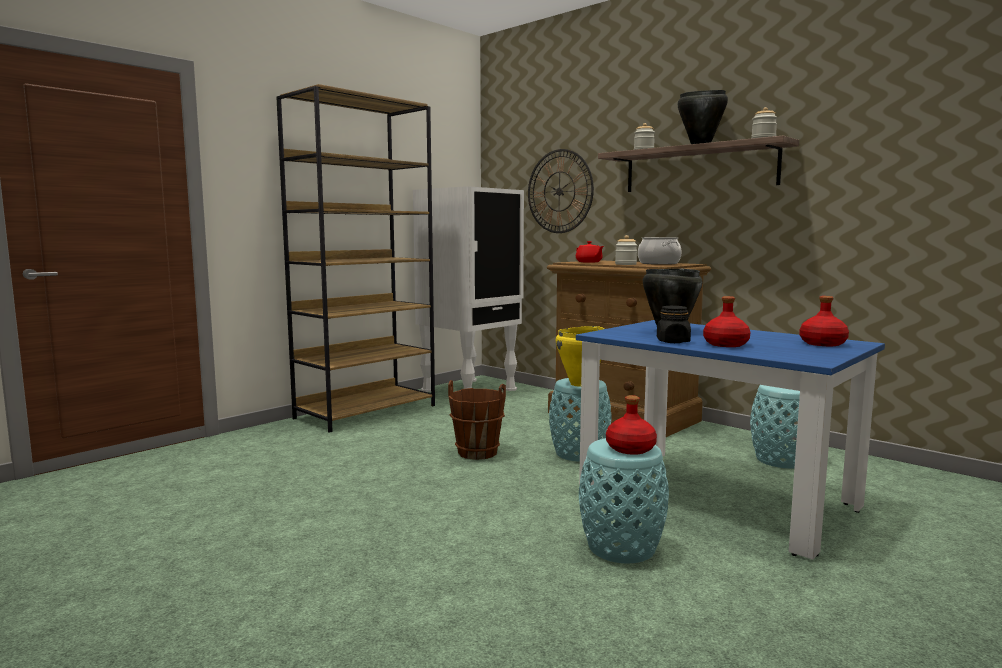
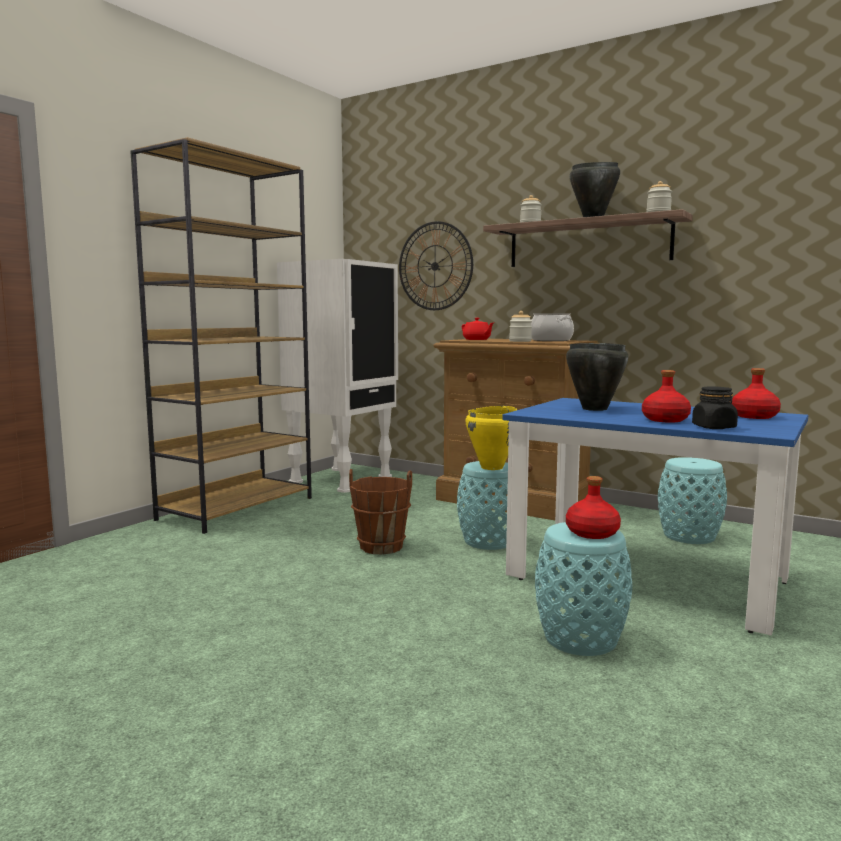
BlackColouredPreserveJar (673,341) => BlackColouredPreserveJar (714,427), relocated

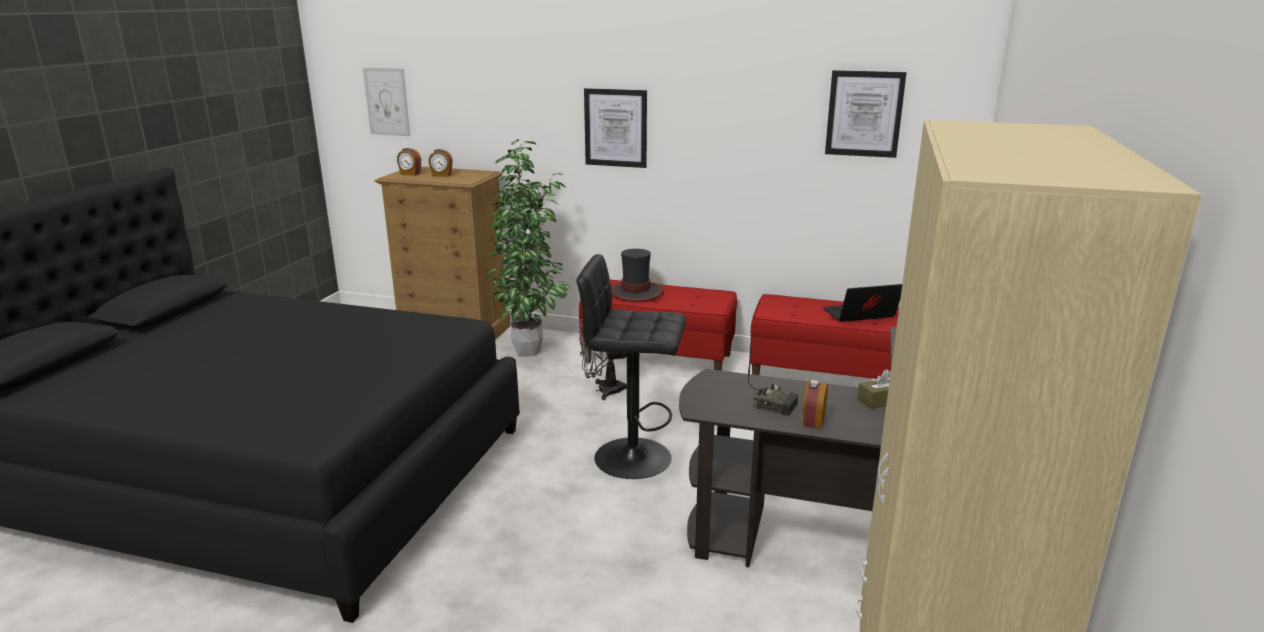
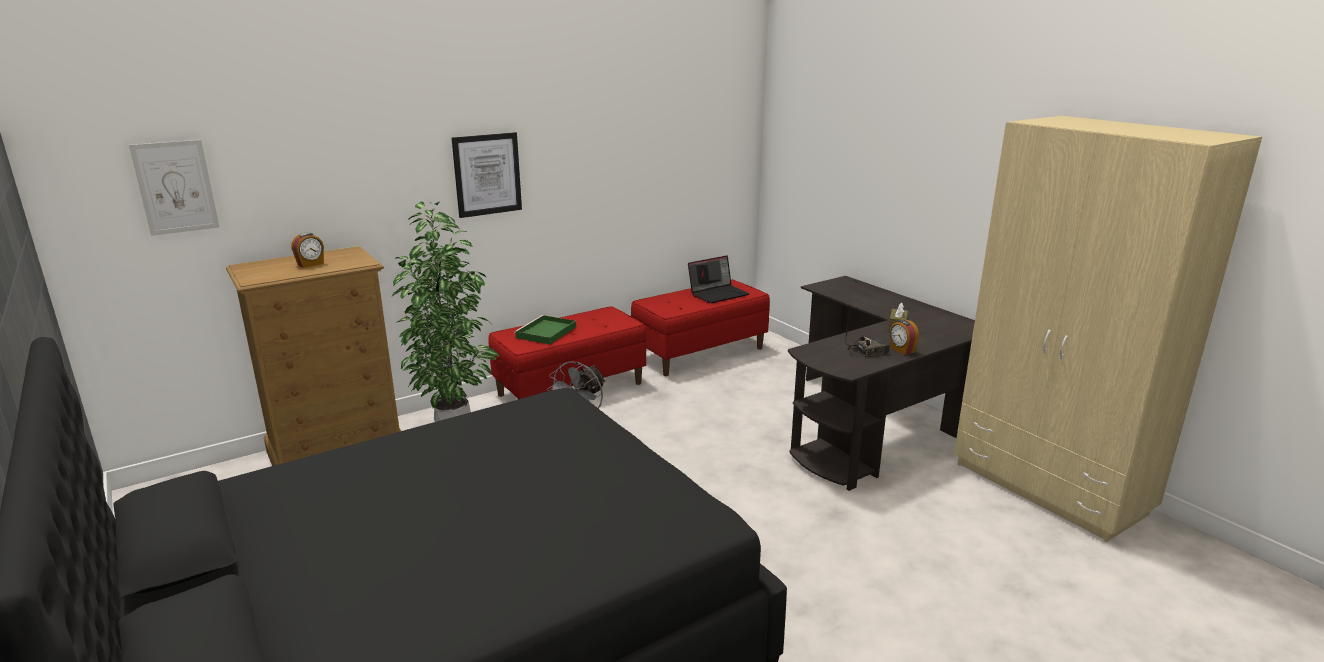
BedsideClock (410,174) => nothing
BlackColouredSittingStool (632,457) => nothing
WearableHat (636,292) => GreenColouredTray (545,332)
Laptop (859,315) => Laptop (718,293), 150 degrees counterclockwise
WallPicture (864,114) => nothing

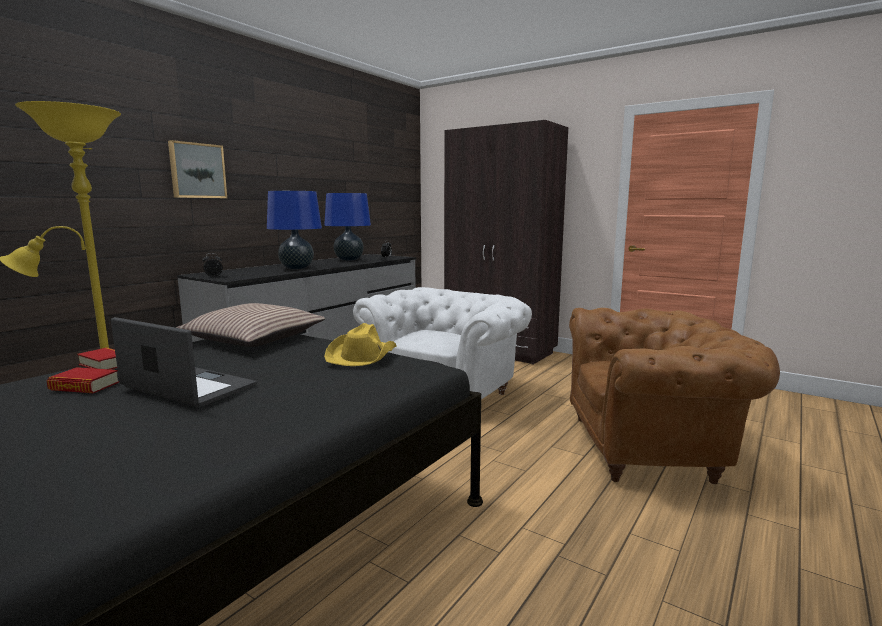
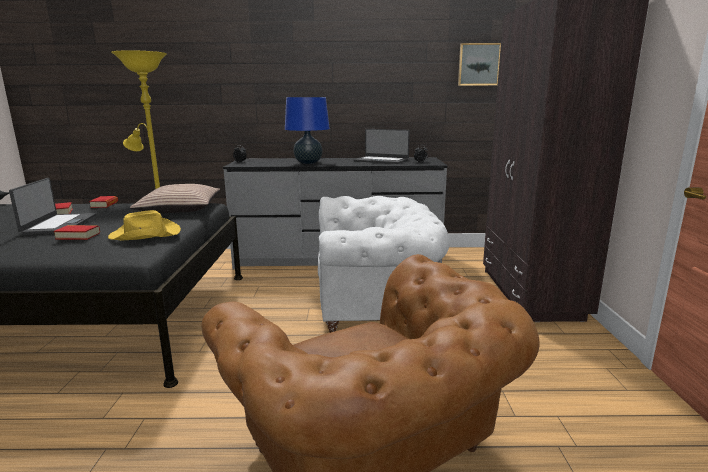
WallPicture (197,171) => WallPicture (478,64), relocated
BlueColouredLampForATable (349,260) => Laptop (381,160)
nothing => Volume (78,236)

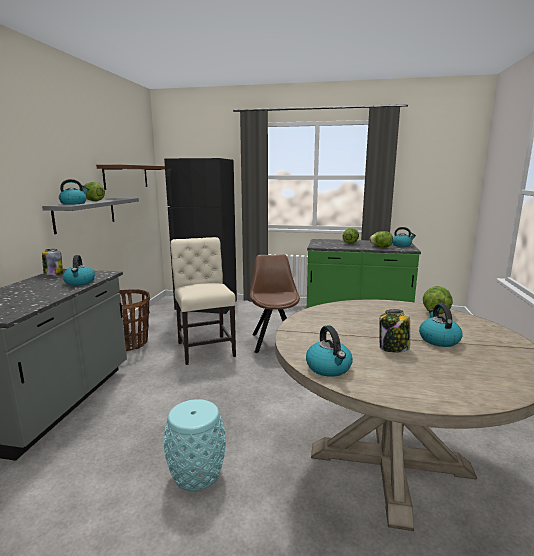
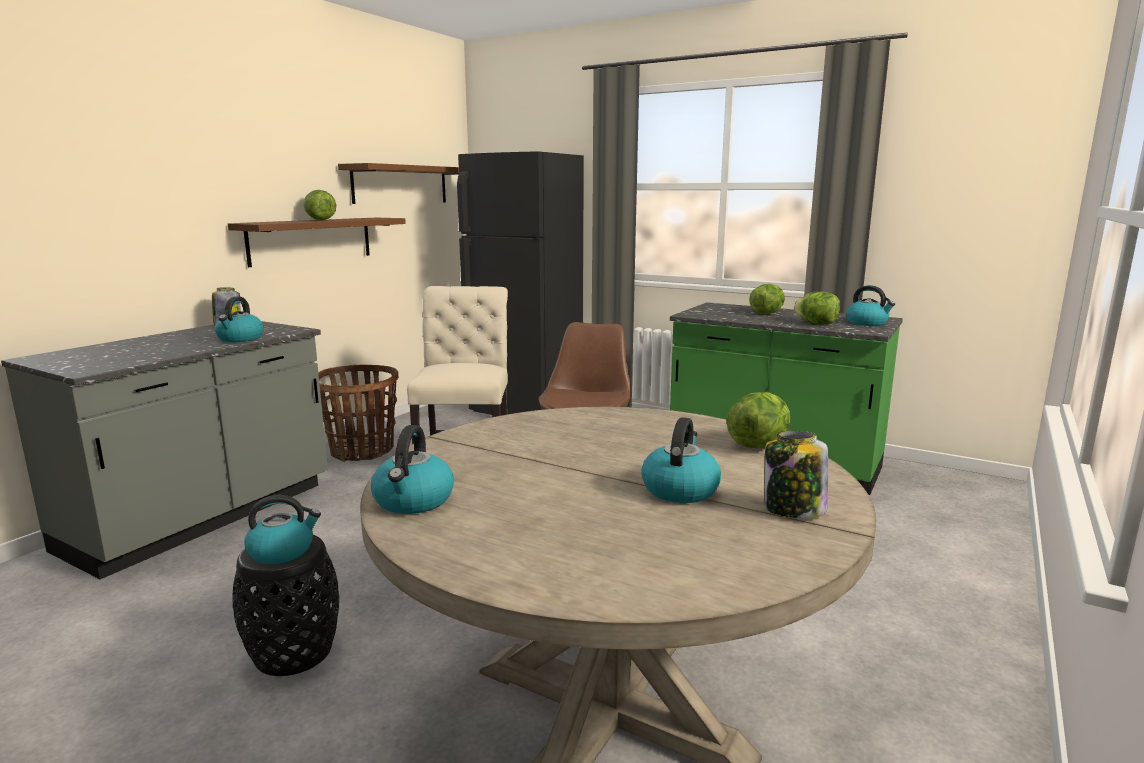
GreyWallShelf (85,214) => BrownishWallShelf (311,240)
Kettle (74,203) => Kettle (282,551), relocated
BlueGreenSittingStool (197,474) => BlackColouredSittingStool (293,652)
PreserveJar (393,348) => PreserveJar (793,510), relocated

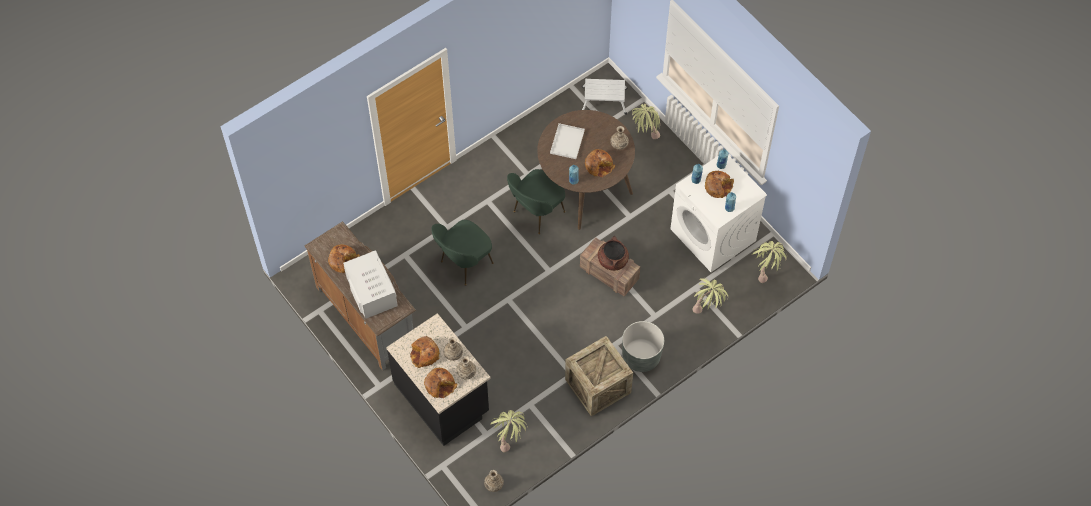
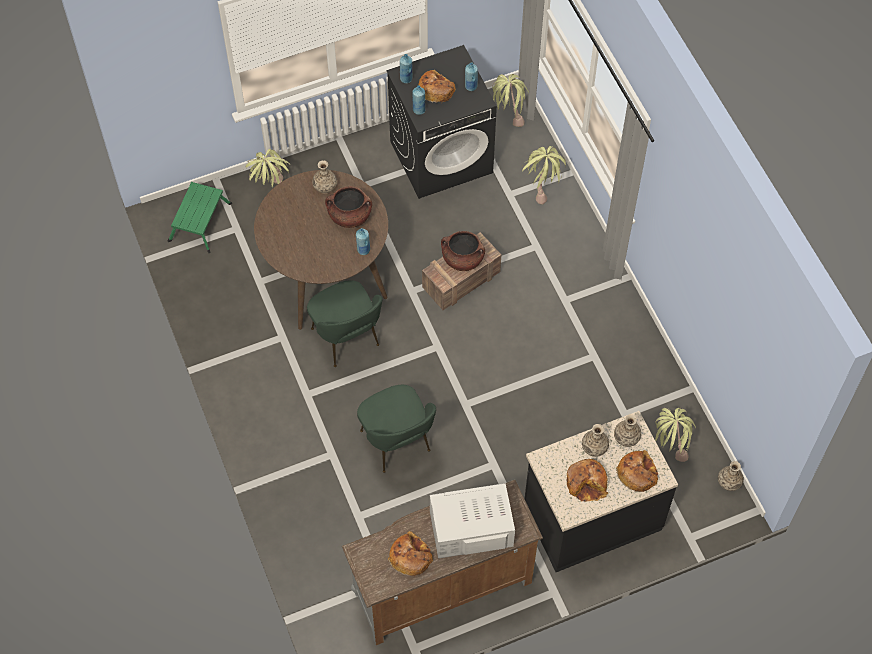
WhiteColouredTray (567,141) => nothing
Crate (598,386) => nothing
WhiteColouredStepStool (604,100) => GreenColouredStepStool (200,221)
BakeryBread (599,165) => BrownishStockpot (350,216)
GreyFlowerPot (641,356) => nothing
WhiteColouredLaundryMachine (713,235) => BlackColouredLaundryMachine (441,156)

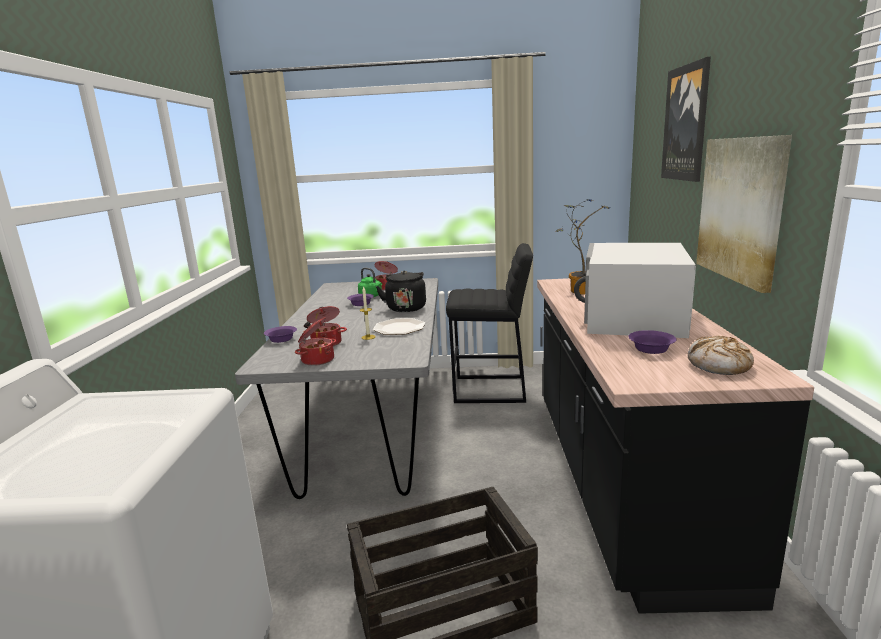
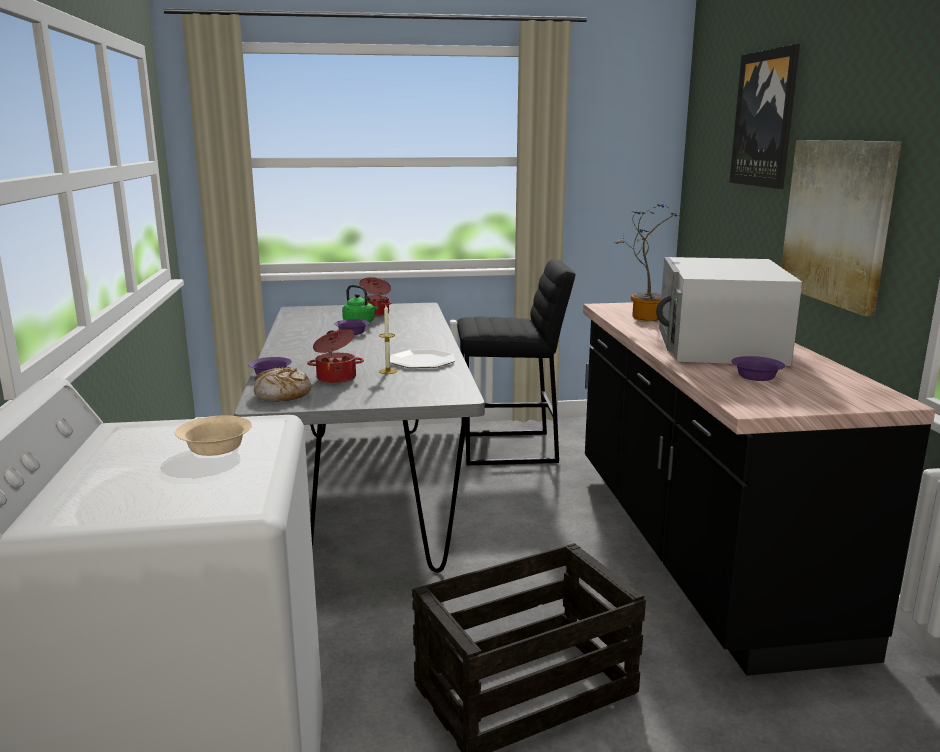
Stockpot (317,360) => nothing
BlackColouredKettle (406,308) => nothing
BakeryBread (719,365) => BakeryBread (282,394), relocated
nothing => BeigeColouredServingBowl (217,447)

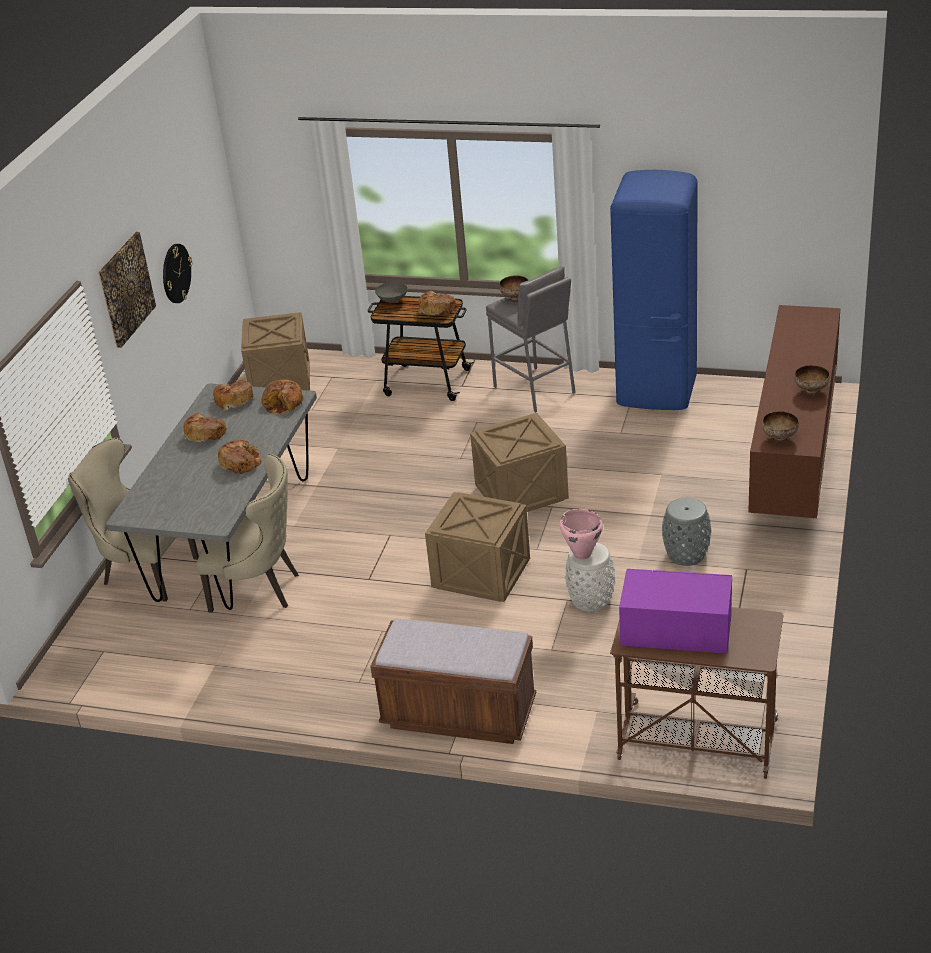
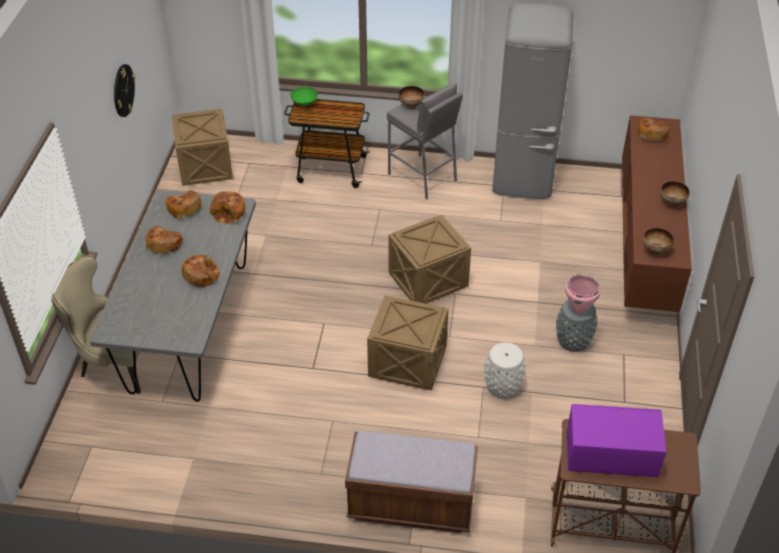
WallPicture (125,289) => nothing
BeigeColouredChair (259,589) => nothing
GreyServingBowl (392,300) => GreenColouredServingBowl (304,103)
BakeryBread (437,309) => BakeryBread (652,133), relocated
PinkStockpot (582,554) => PinkStockpot (578,309), relocated
BlueColouredKitchenFridge (656,392) => GreyKitchenFridge (523,180)

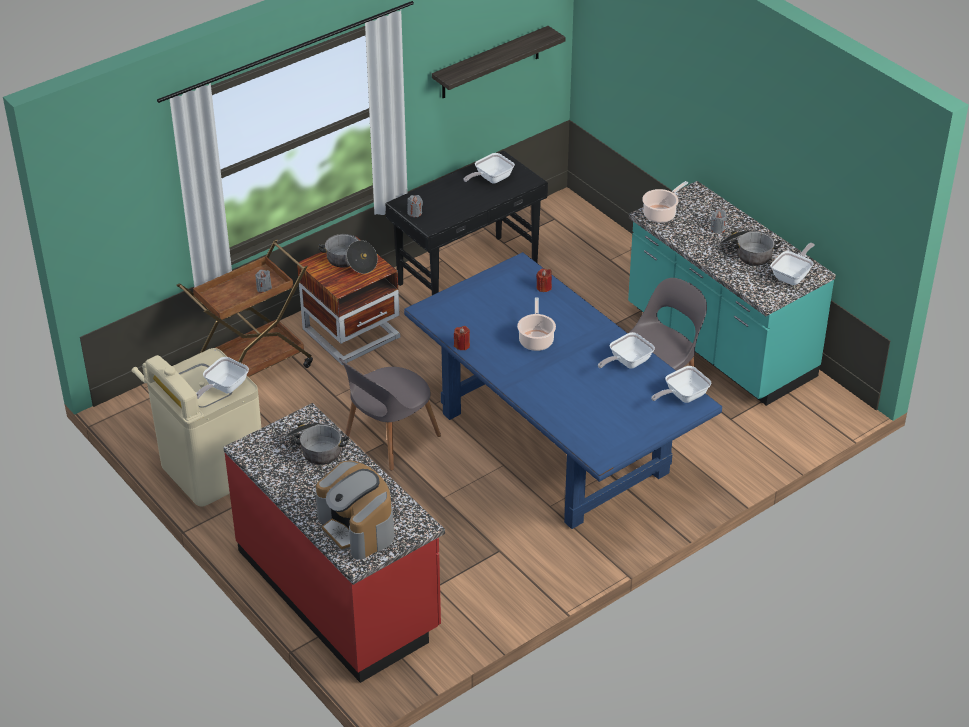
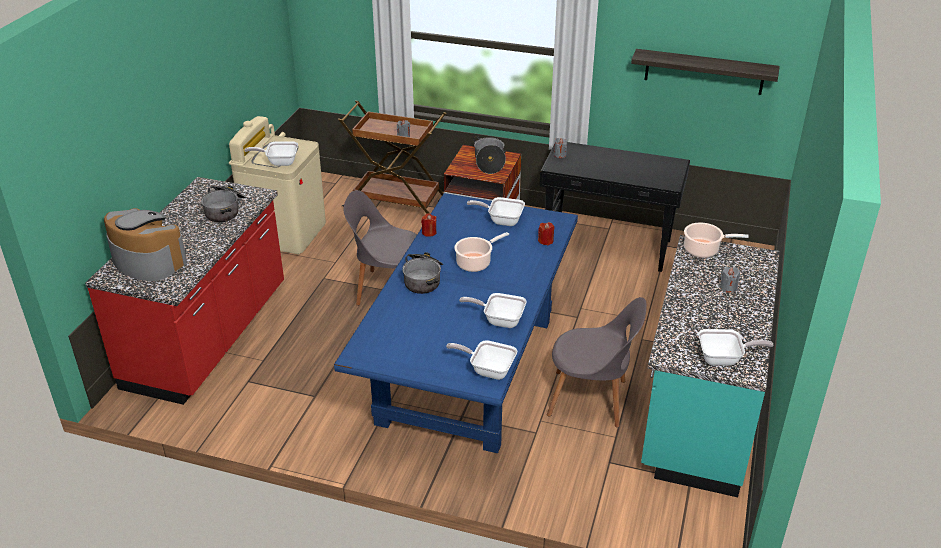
CoffeeMachine (357,528) => CoffeeMachine (147,261), 105 degrees clockwise
FryingPan (491,179) => FryingPan (502,220), relocated
Stockpot (747,253) => Stockpot (423,279), relocated

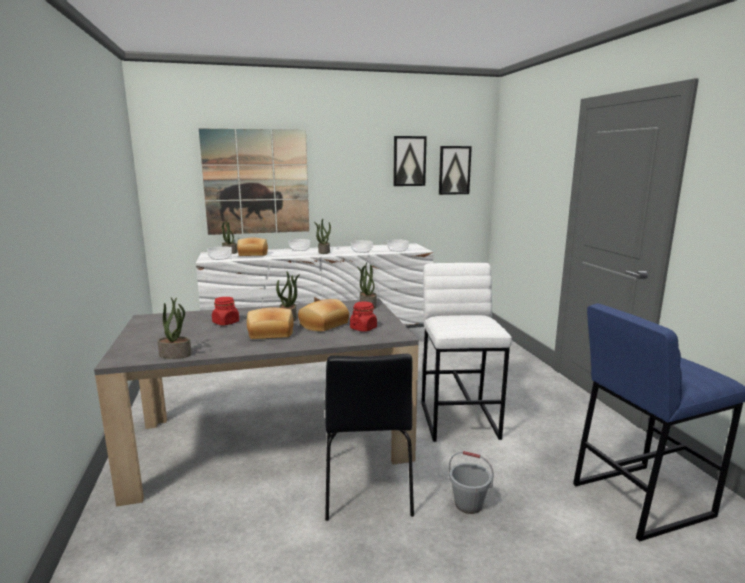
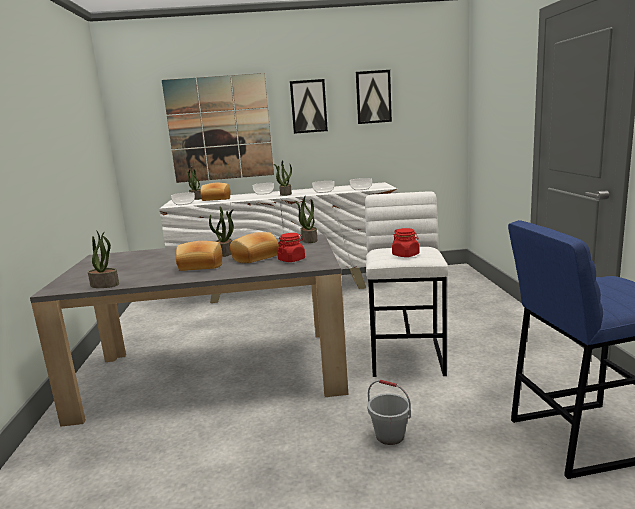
RedColouredPreserveJar (226,322) => RedColouredPreserveJar (406,255), relocated
BlackColouredChair (367,488) => nothing
WallPicture (454,170) => WallPicture (308,106), relocated

